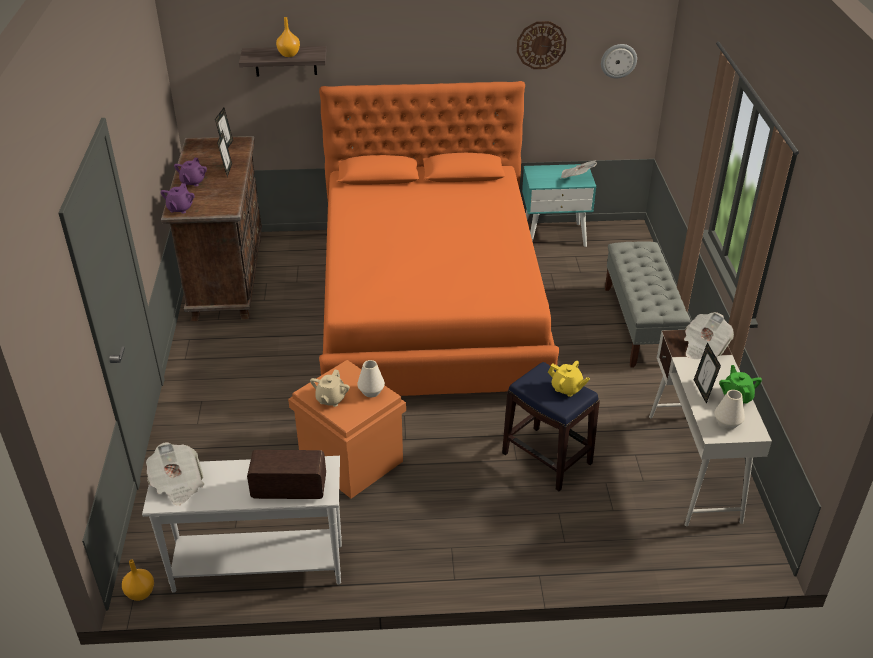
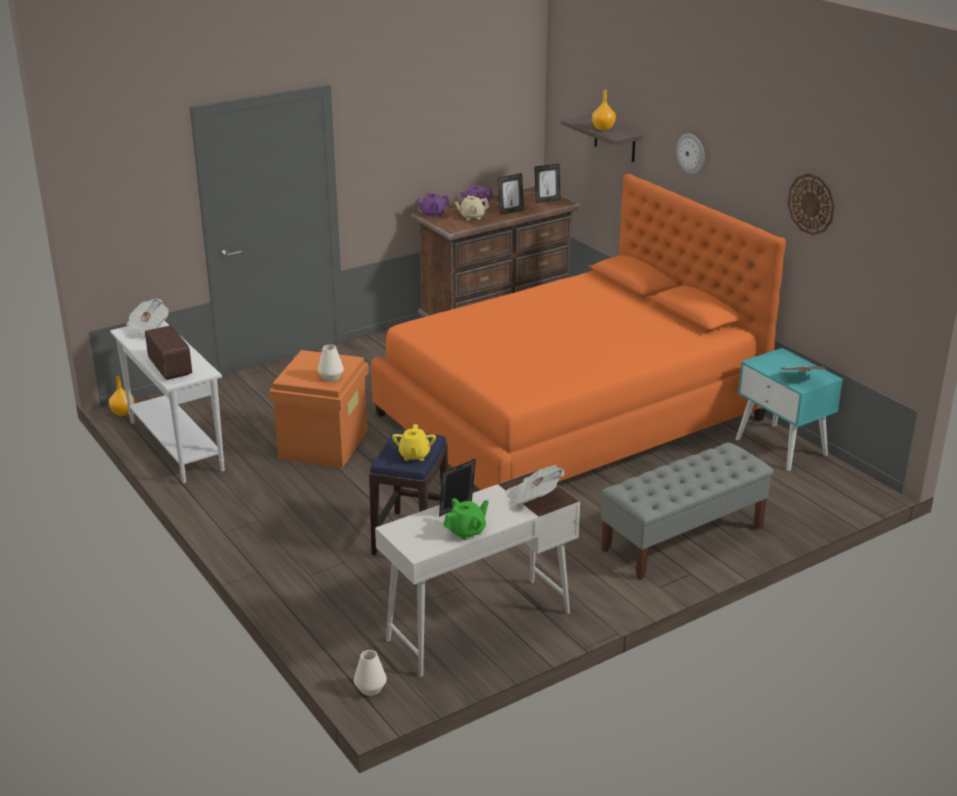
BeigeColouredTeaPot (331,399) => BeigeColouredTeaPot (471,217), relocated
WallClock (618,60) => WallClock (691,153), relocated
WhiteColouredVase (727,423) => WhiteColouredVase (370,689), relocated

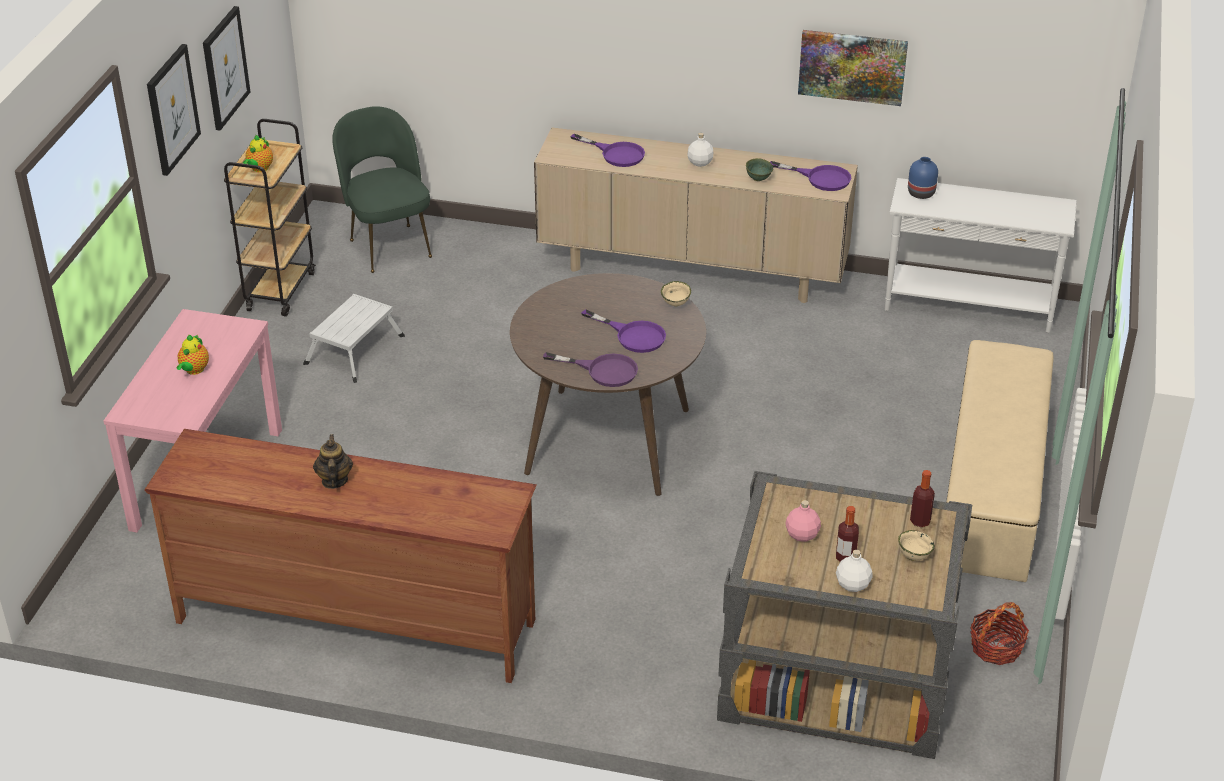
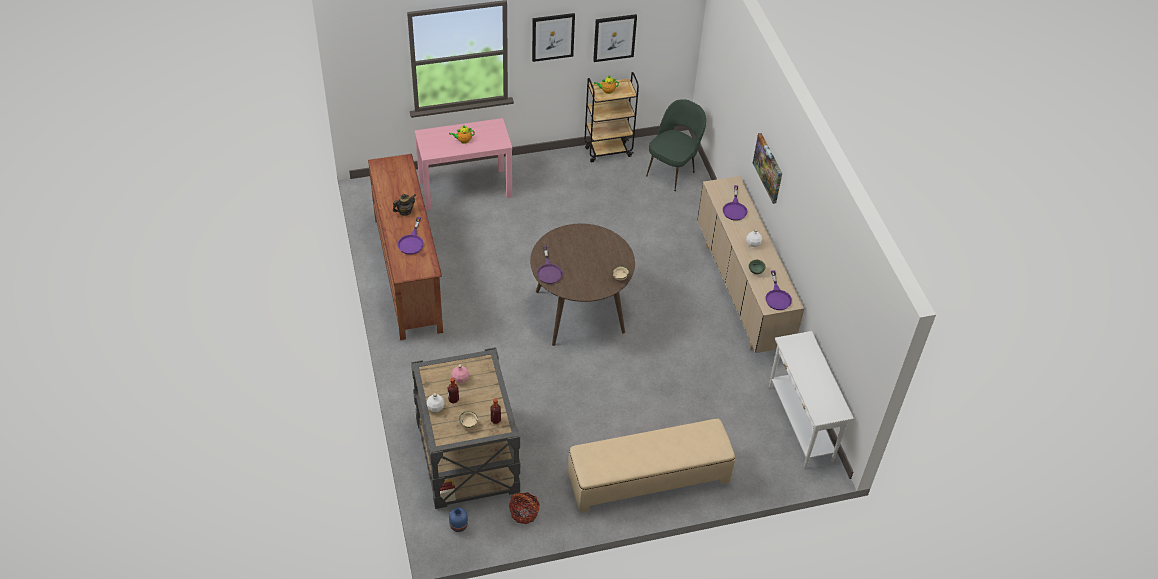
WhiteColouredStepStool (354,350) => nothing
PurplishFryingPan (633,335) => PurplishFryingPan (412,242), relocated
WallPicture (852,66) => WallPicture (768,167), relocated
BlueColouredVase (920,193) => BlueColouredVase (459,525), relocated

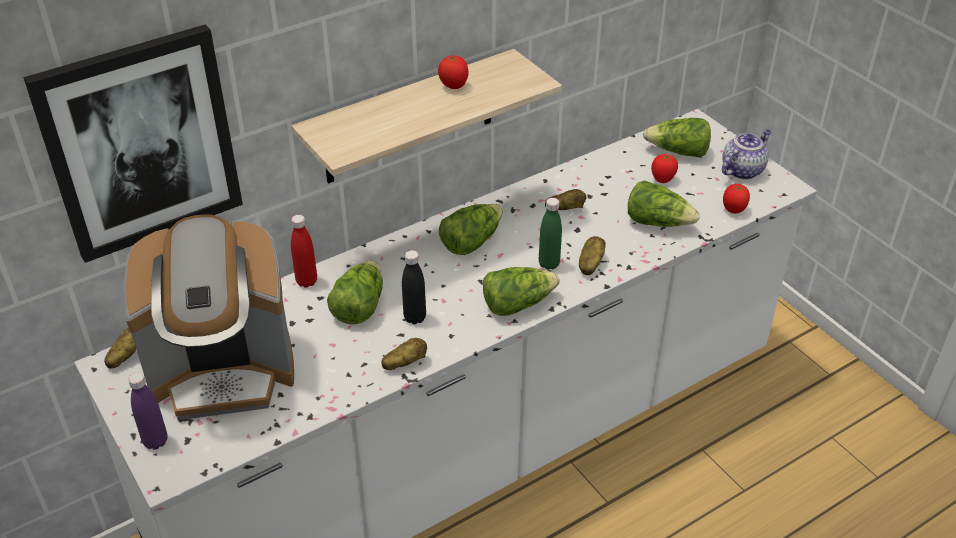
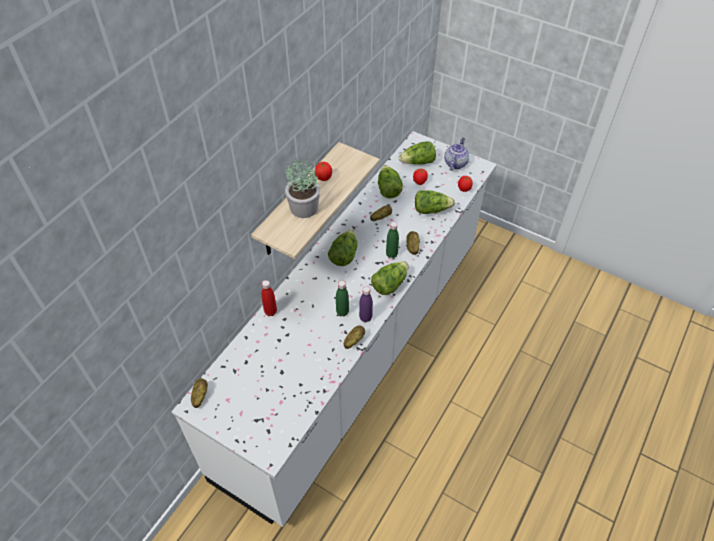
WallPicture (141,144) => nothing
CoffeeMachine (224,371) => nothing
PurplishBeverageBottle (155,441) => PurplishBeverageBottle (365,318), relocated
HeadOfLettuce (358,306) => HeadOfLettuce (388,189), relocated
BlackColouredBeverageBottle (415,318) => GreenColouredBeverageBottle (342,312)
nothing => PottedPlant (304,208)

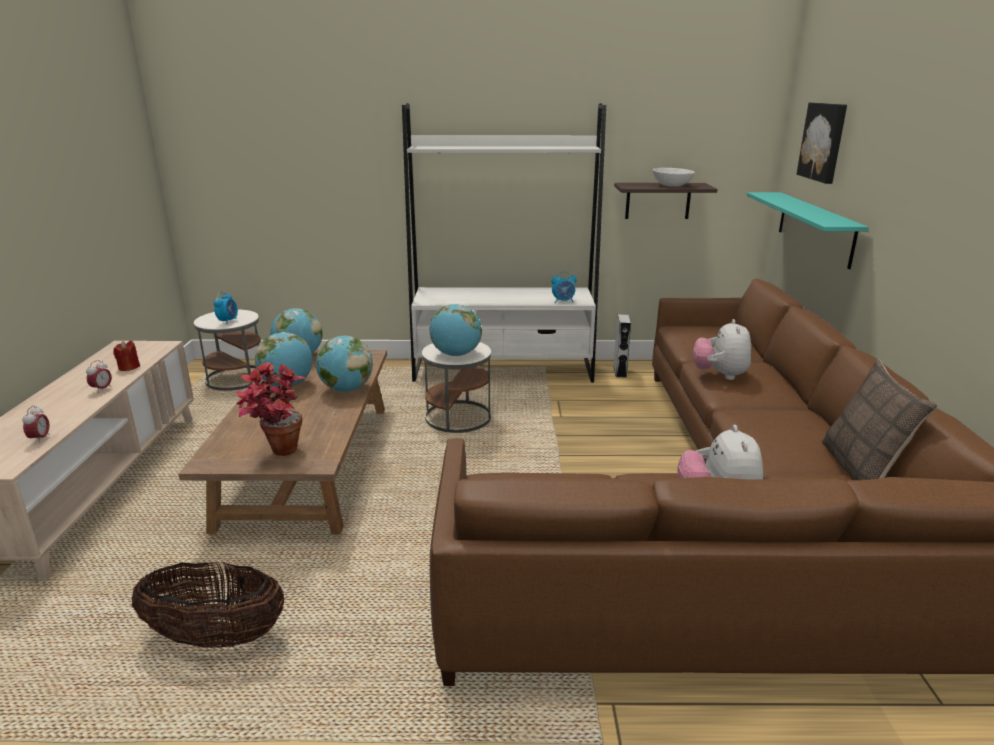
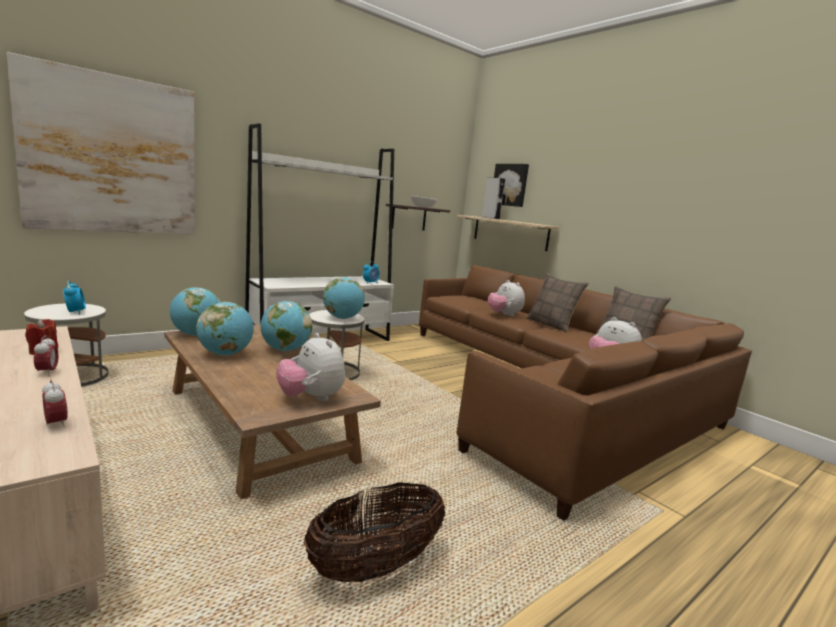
PottedPlant (276,454) => CuddlyToy (311,398)
GreyLoudspeaker (620,371) => GreyLoudspeaker (490,218), relocated
BlueGreenWallShelf (815,228) => BeigeColouredWallShelf (509,232)
nothing => WallPicture (112,155)
nothing => Cushion (551,325)

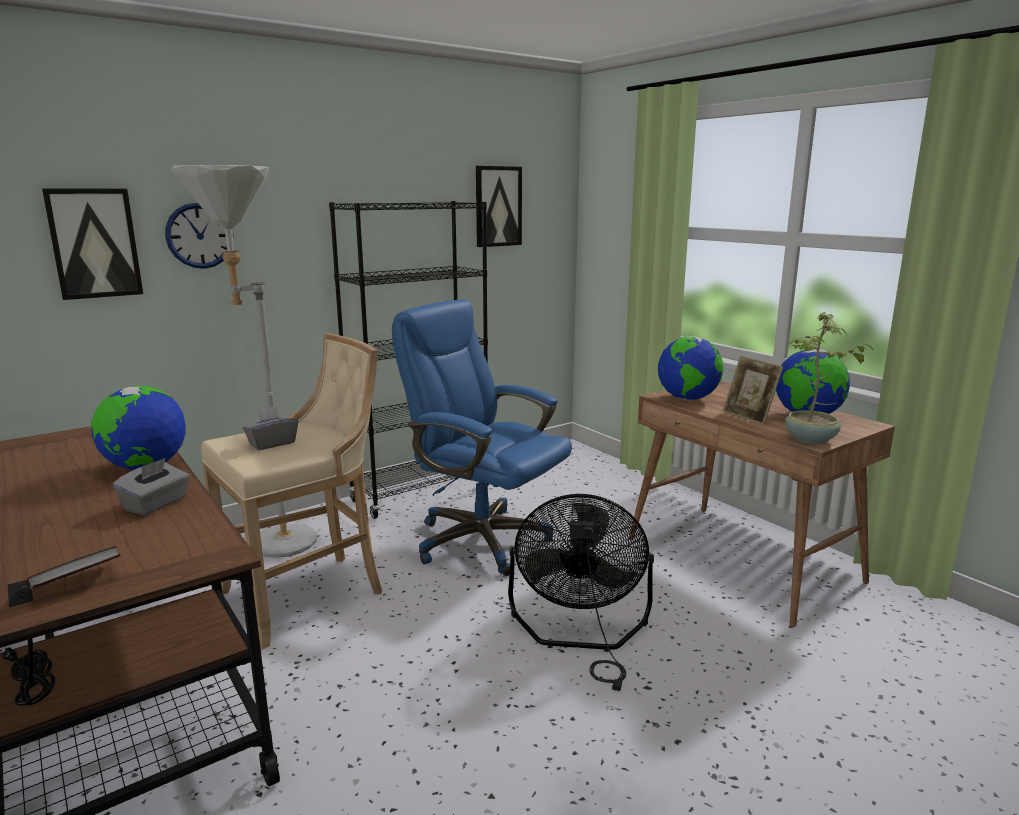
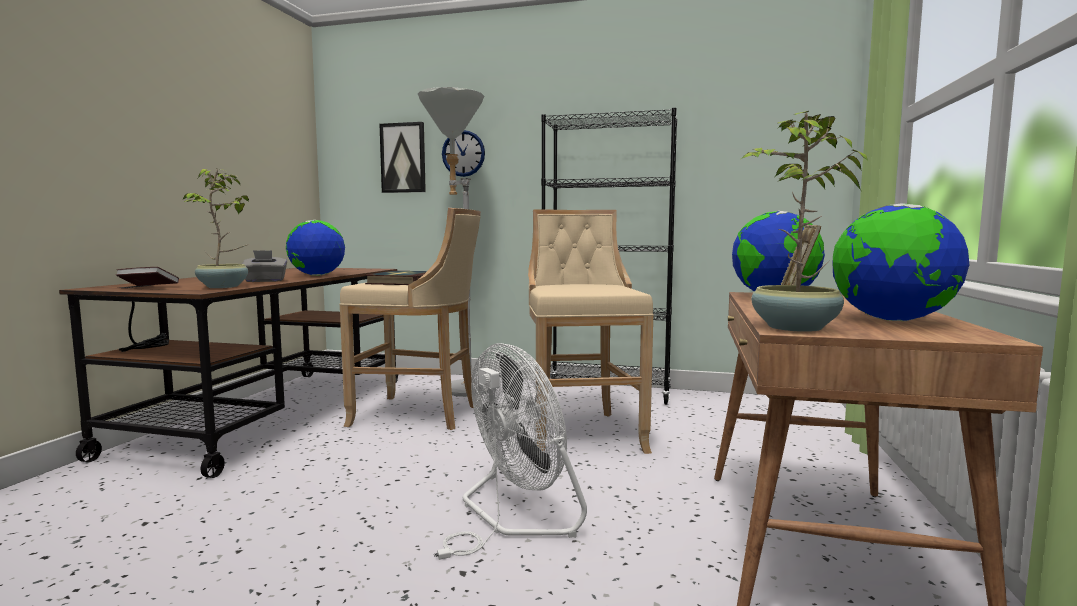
GreyTissueHolder (272,443) => Volume (402,282)
BlueColouredComputerChair (485,542) => BeigeColouredSittingStool (582,432)
WallPicture (498,206) => nothing
BlackColouredElectricFan (583,636) => WhiteColouredElectricFan (504,514)
nothing => PottedPlant (224,287)

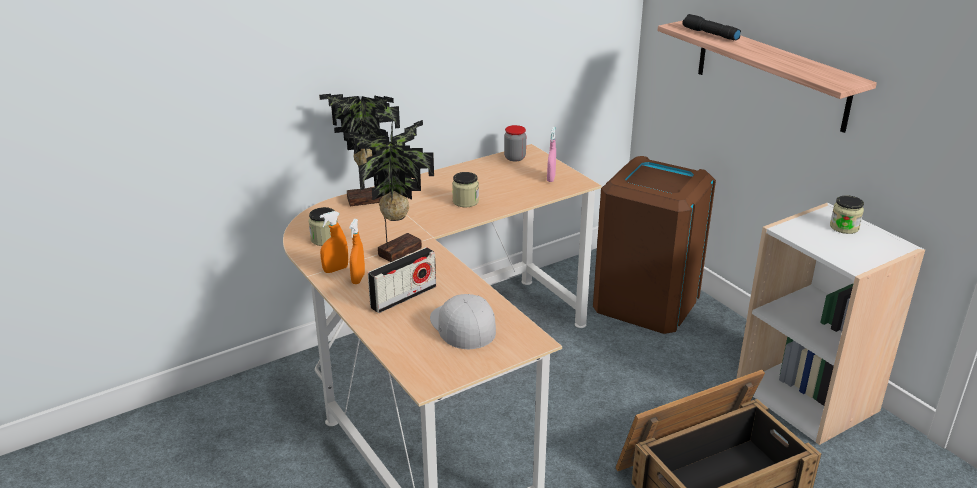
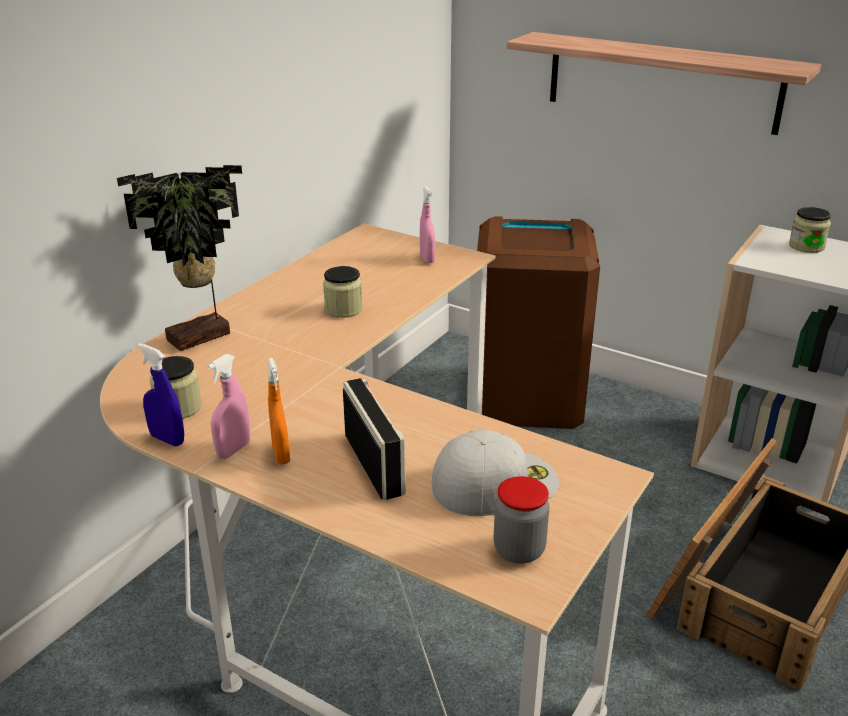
OrangeColouredSprayer (335,269) => PinkSprayer (233,450)
PottedPlant (397,251) => nothing
RadioReceiver (403,297) => RadioReceiver (374,464), 45 degrees counterclockwise
WhiteColouredPeakedCap (462,325) => WhiteColouredPeakedCap (495,482), 120 degrees clockwise
PreserveJar (514,158) => PreserveJar (519,550), relocated
BlackColouredTorch (709,34) => nothing
nothing => BlueColouredSprayer (167,439)

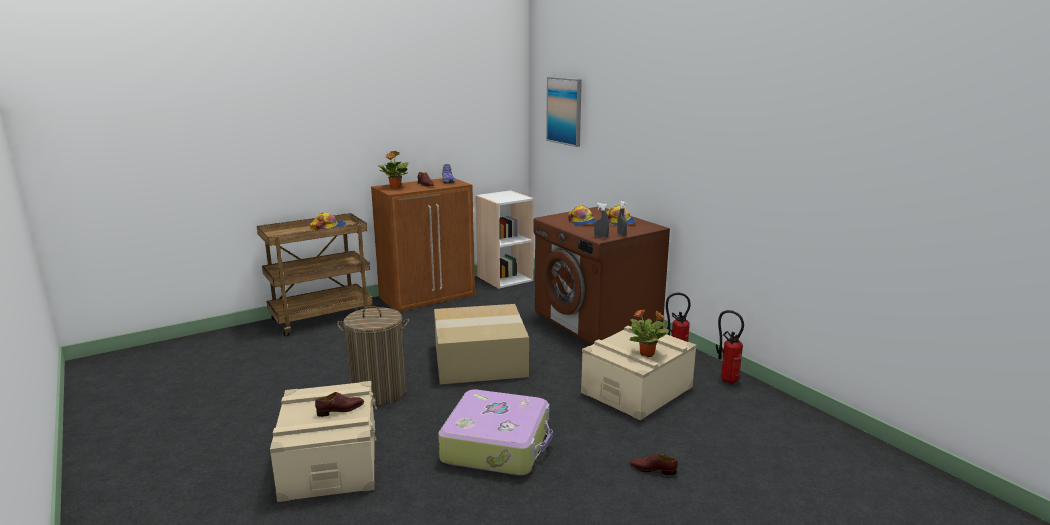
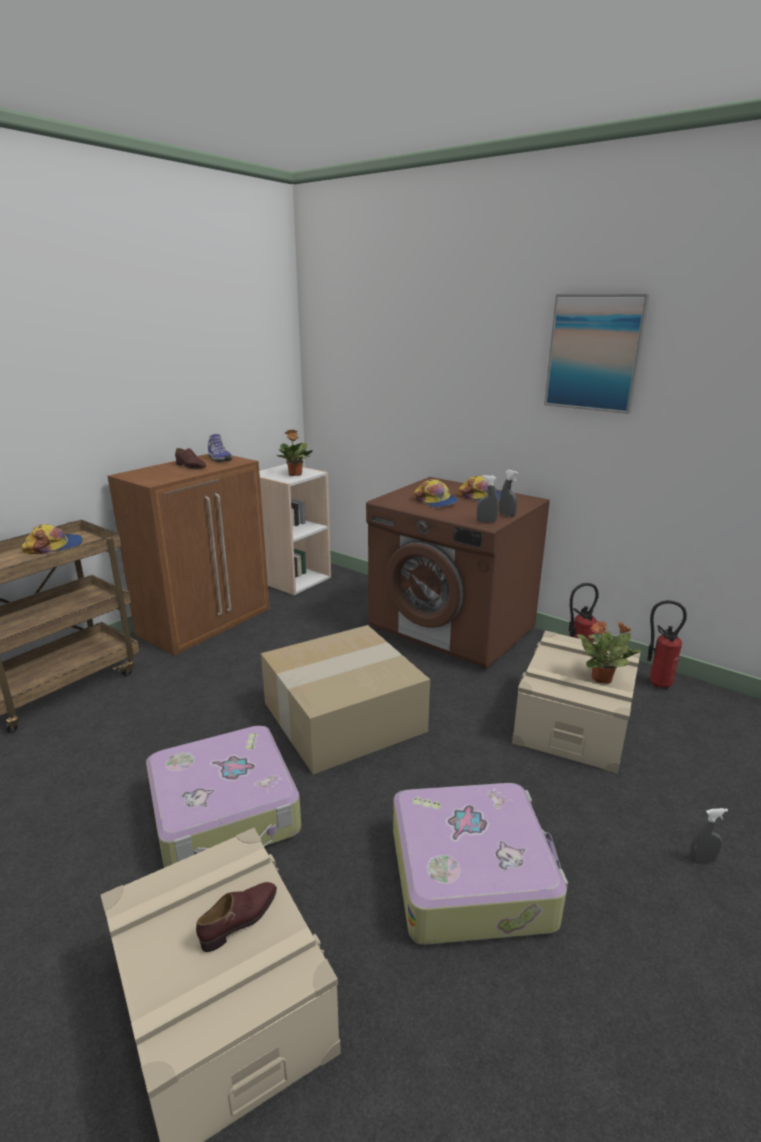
LaundryBasket (378,392) => PieceOfLuggage (226,813)
PottedPlant (395,187) => PottedPlant (295,475), relocated
WallPicture (564,111) => WallPicture (594,353), relocated
BrownishLowShoe (652,469) => GreySprayer (702,860)

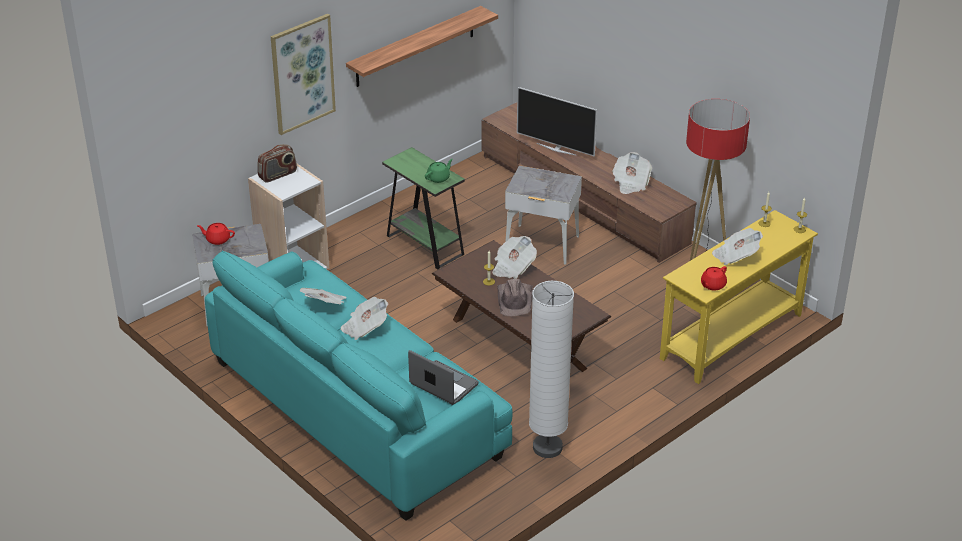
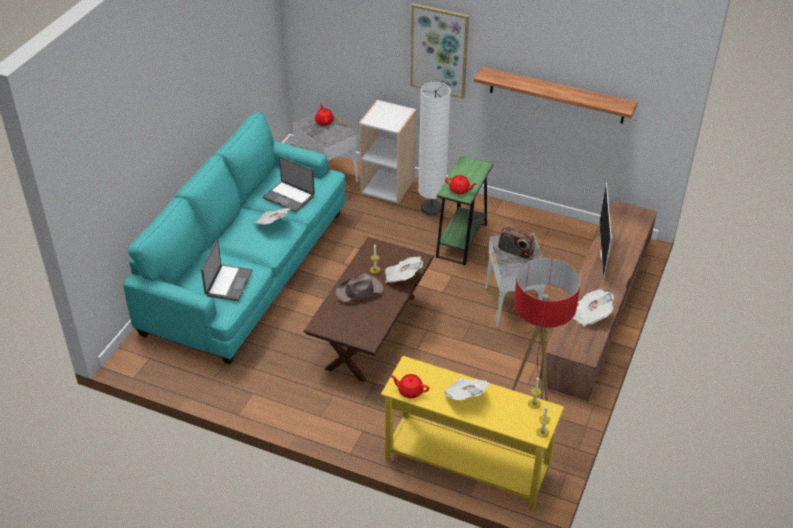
RadioReceiver (278,175) => RadioReceiver (515,251), relocated
PrintedPaper (325,305) => Laptop (289,197)
GreenColouredTeaPot (438,178) => RedColouredTeaPot (460,190)
WhiteColouredStandingLamp (547,447) => WhiteColouredStandingLamp (431,208), relocated

